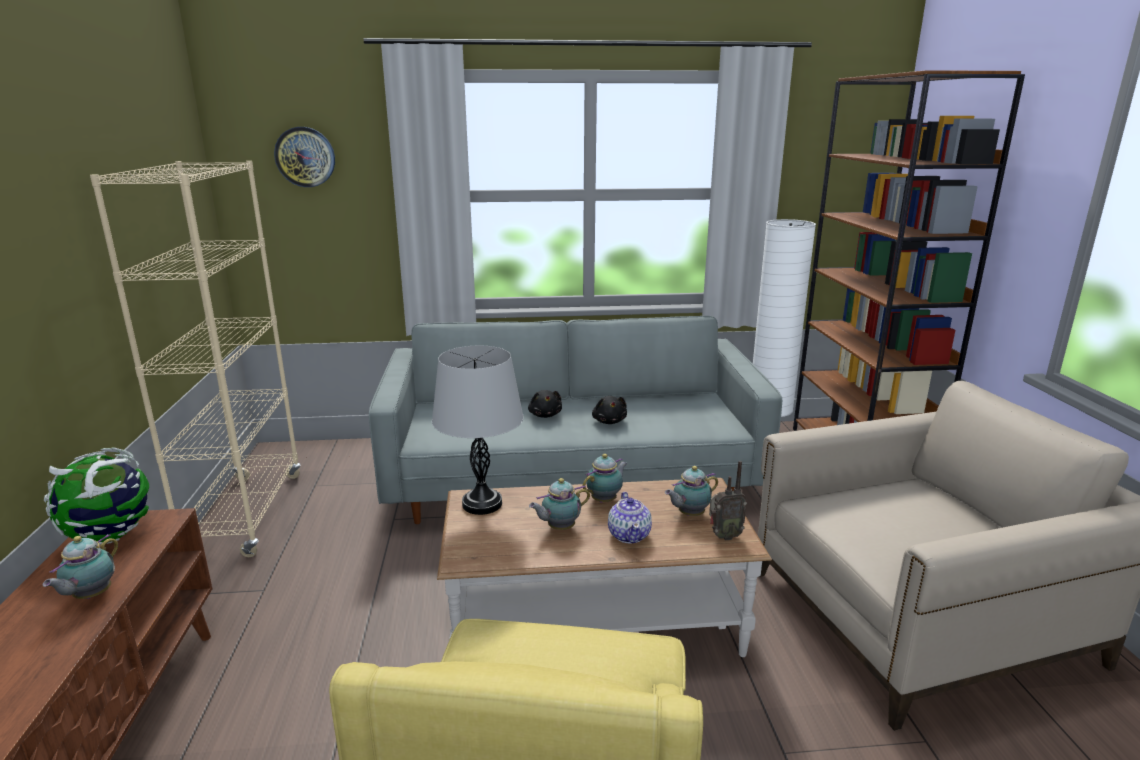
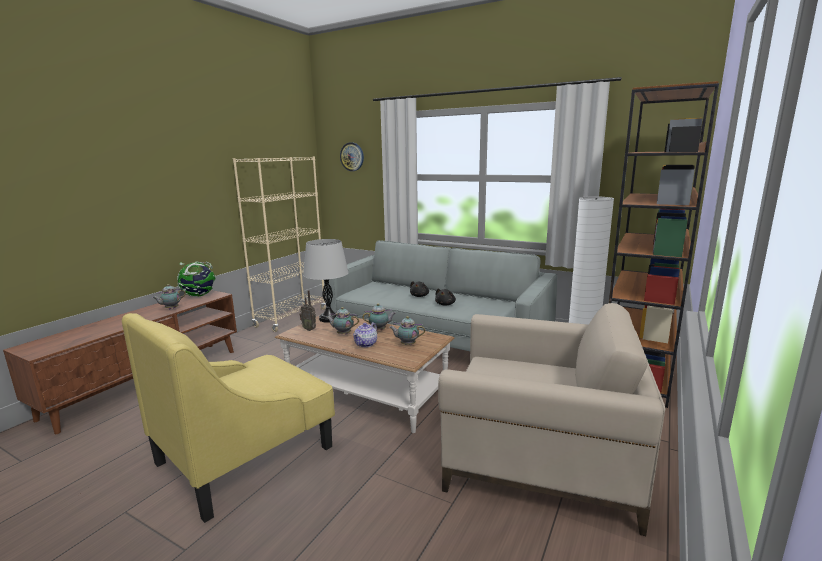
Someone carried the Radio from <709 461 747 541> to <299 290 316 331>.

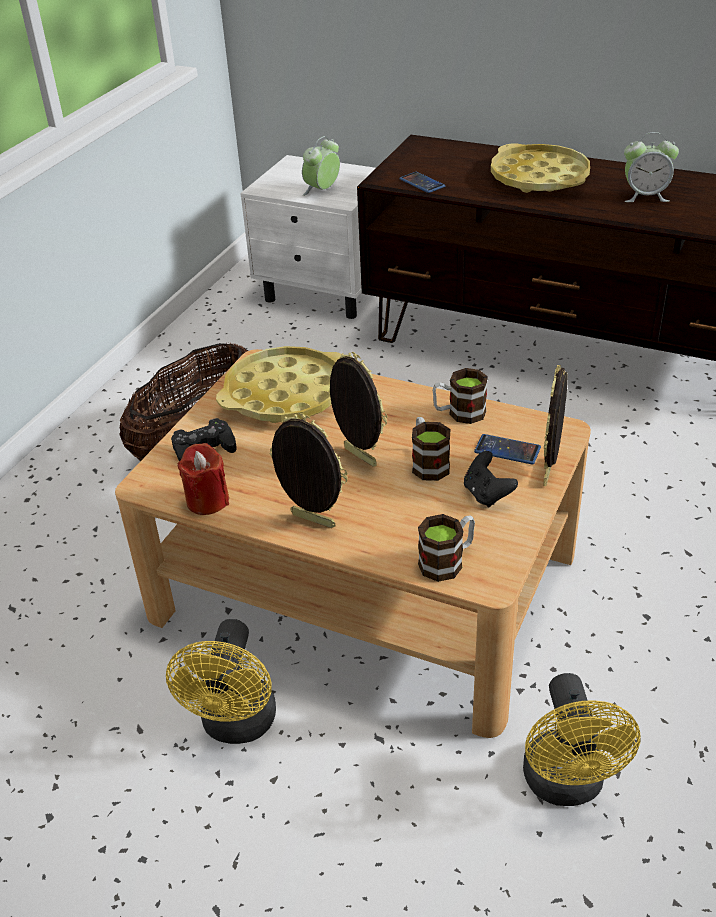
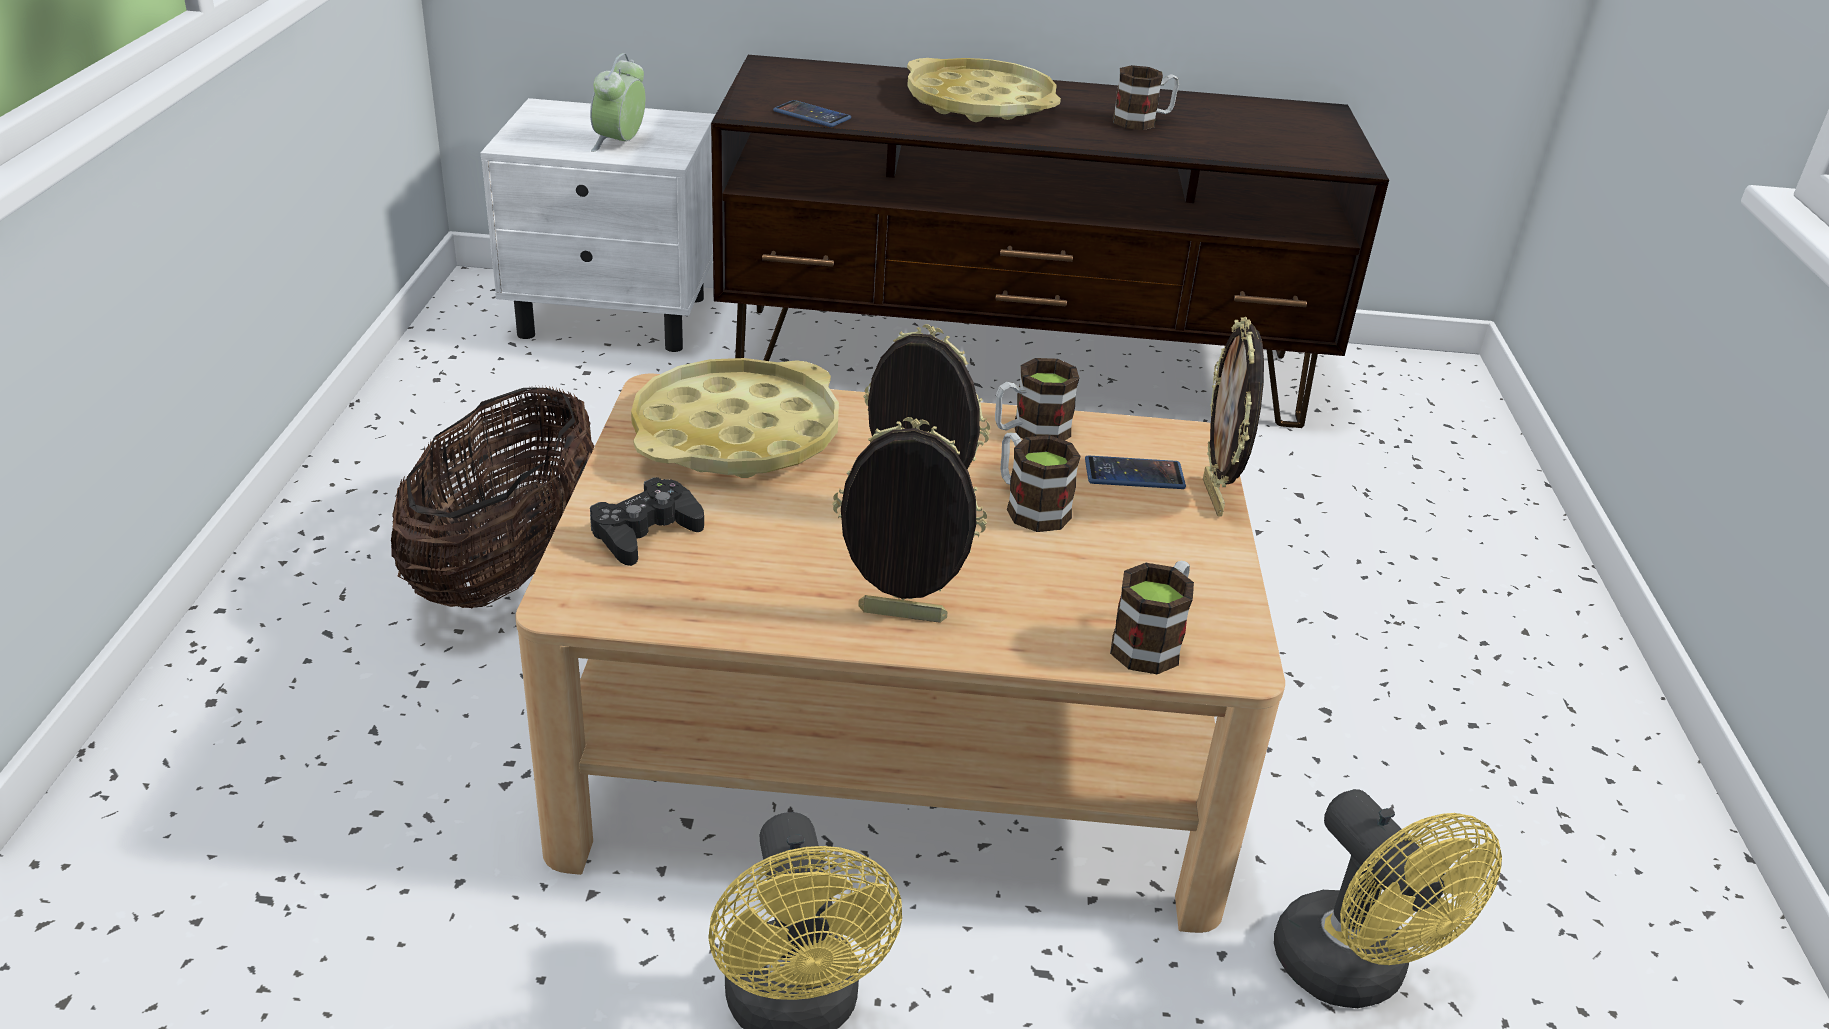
Someone swapped the AlarmClock at <624 132 679 202> for the Mug at <1113 65 1179 130>.
Someone took away the RedCandle at <177 443 229 515>.
Someone took away the BlackGameController at <464 451 518 507>.

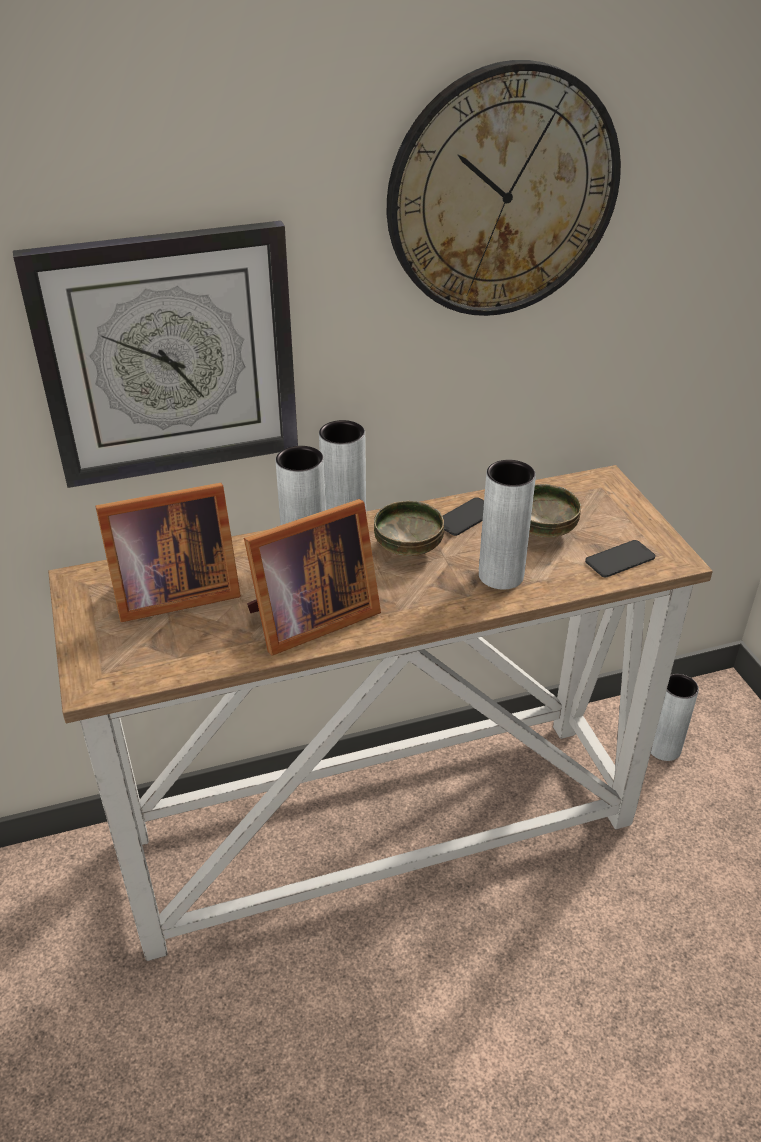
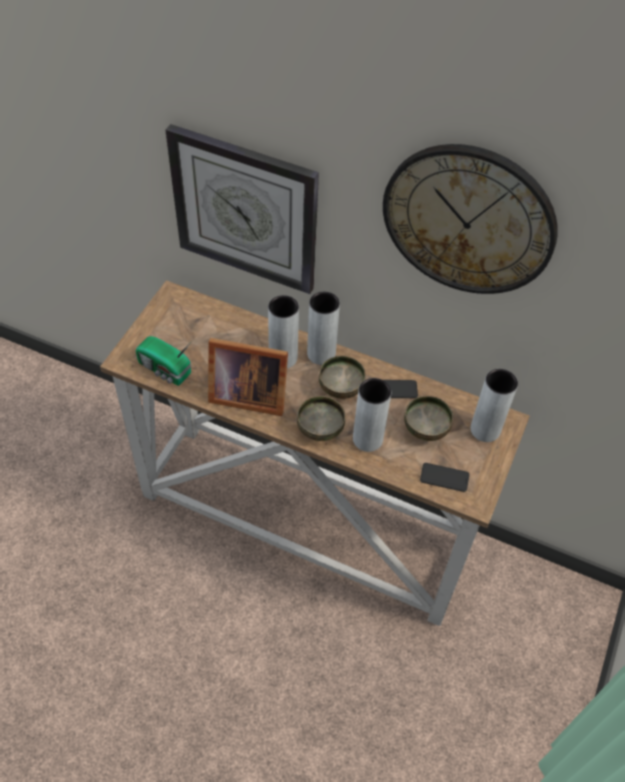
Someone put down the Radio at <136 336 192 386>.
Someone put down the Bowl at <297 396 345 441>.
Someone carried the GreyVase from <651 674 699 761> to <471 369 518 442>.
Someone took away the PictureFrame at <95 483 241 622>.

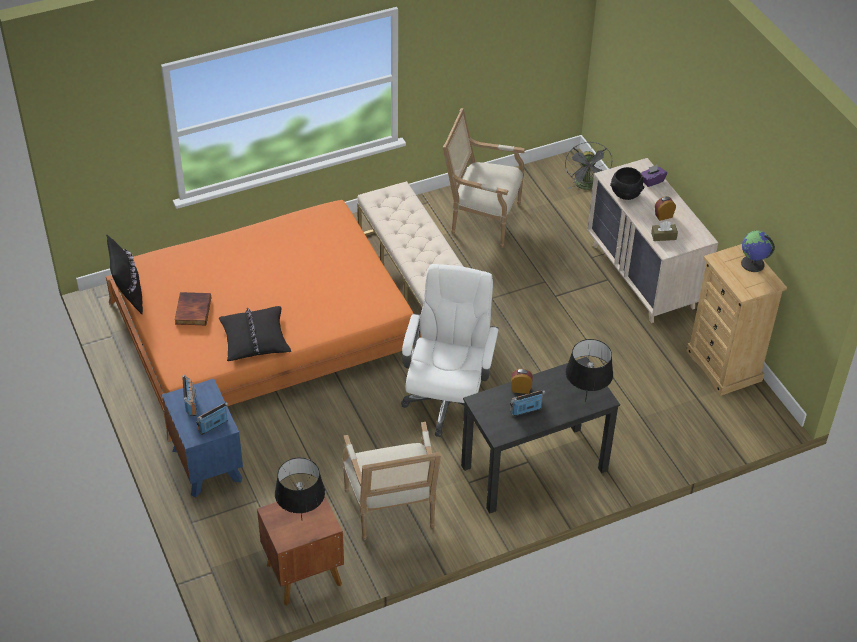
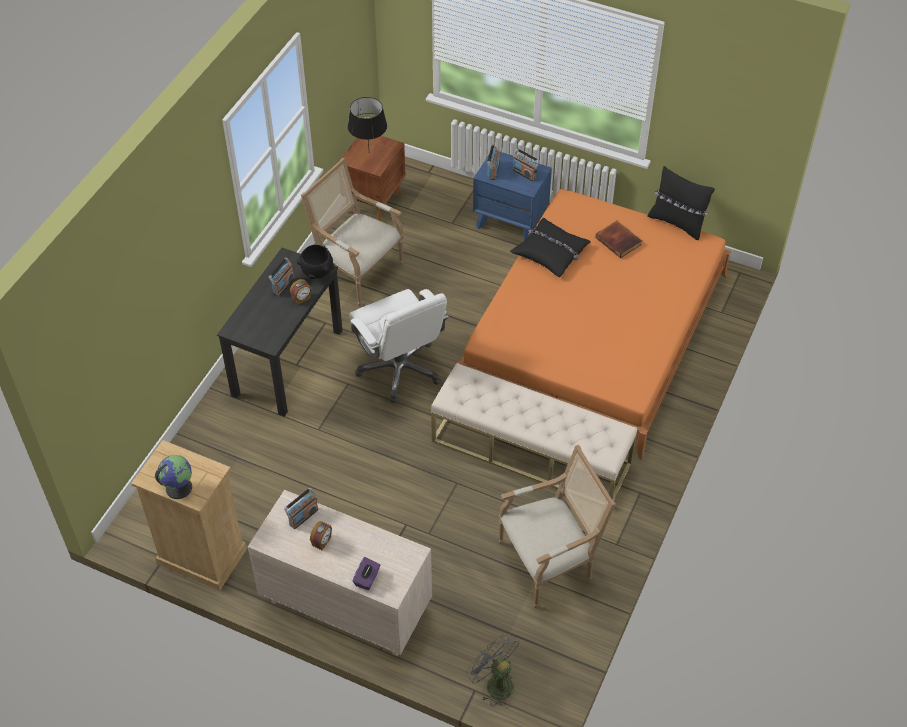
Someone swapped the BrownTissueBox at <651 221 678 241> for the Radio at <284 488 318 529>.
Someone carried the BlackBowl from <610 167 645 200> to <297 245 334 279>.
Someone took away the BlackTableLamp at <566 339 613 402>.

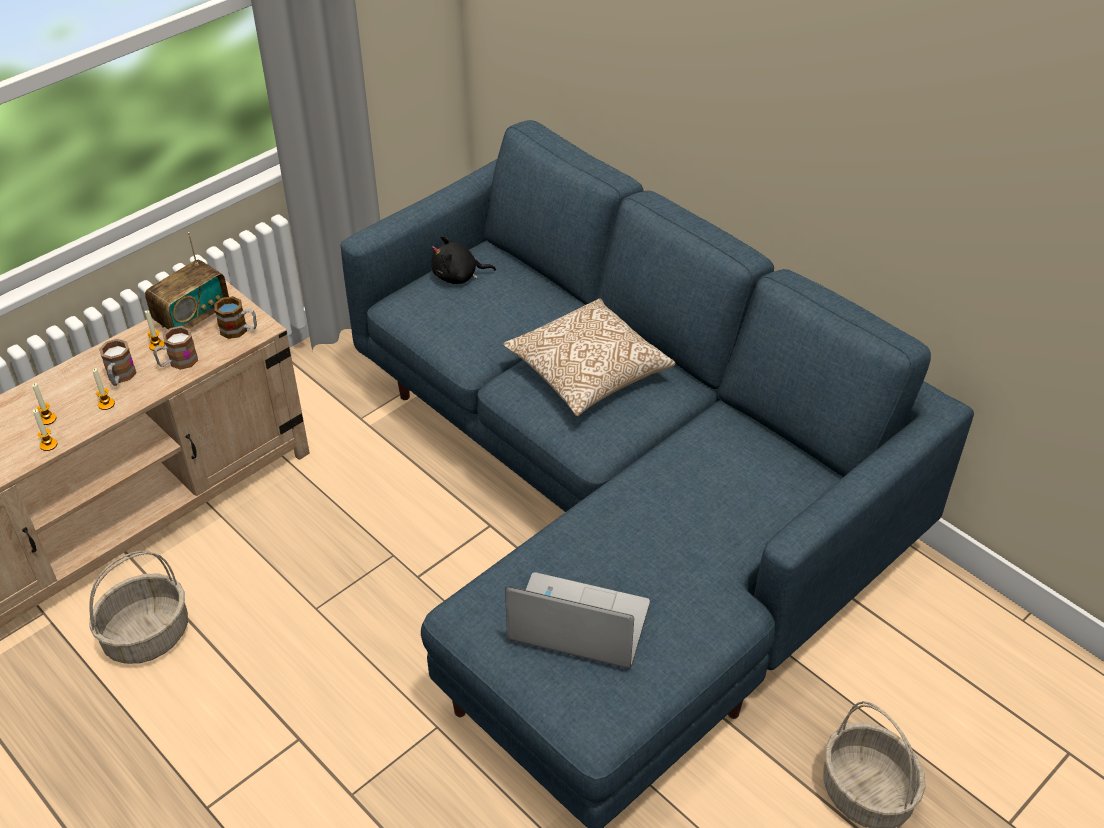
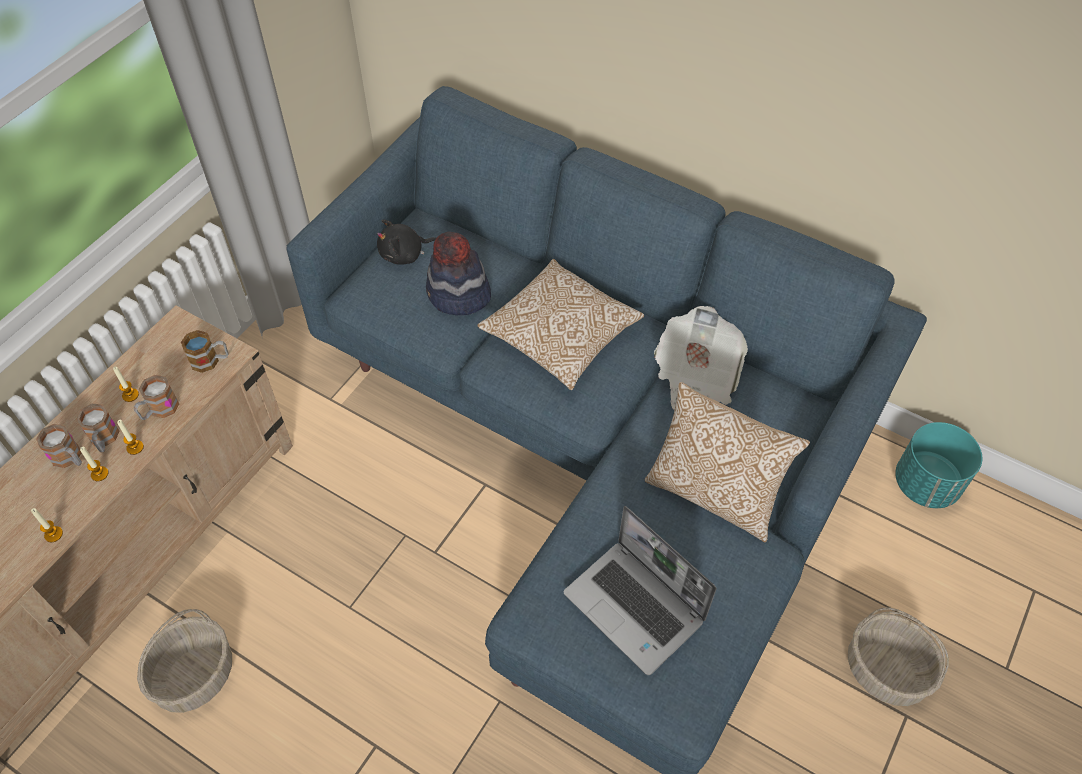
Someone put down the Mug at <36 424 82 468>.
Someone carried the Candle from <32 383 56 425> to <117 420 144 455>.
Someone put down the Hat at <426 231 491 315>.
Someone rotated the Laptop at <505 572 650 669> by 135 degrees counterclockwise.
Someone put down the Pillow at <645 382 810 542>.
Someone put down the Newspaper at <654 306 748 410>.
Someone put down the TurquoisePlanter at <895 422 982 508>.
Someone took away the Radio at <145 232 229 329>.

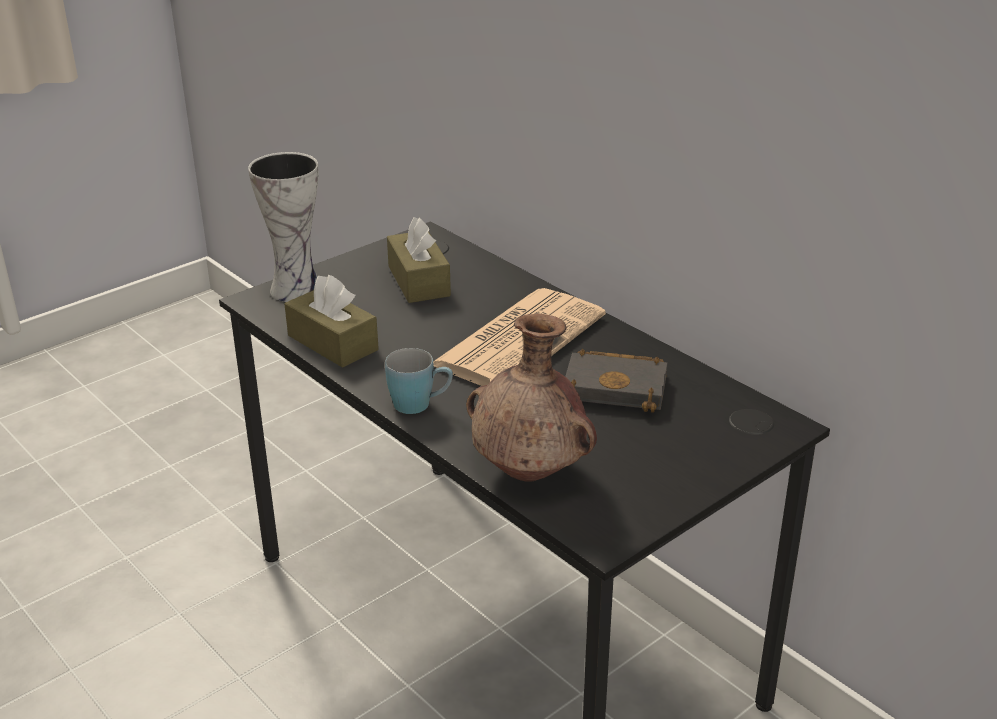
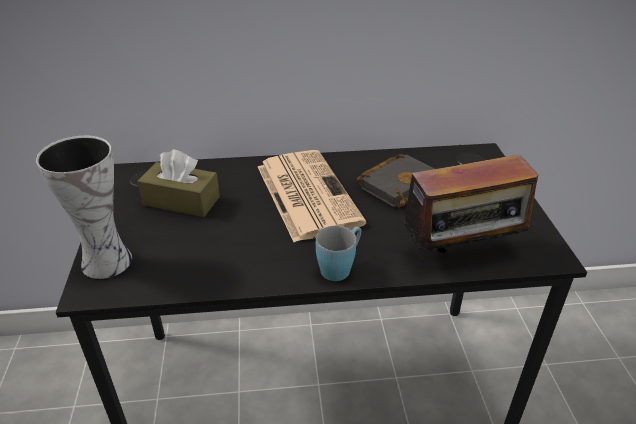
Someone swapped the BrownVase at <466 313 597 482> for the Radio at <396 154 538 260>.
Someone took away the BrownTissueBox at <285 275 379 368>.

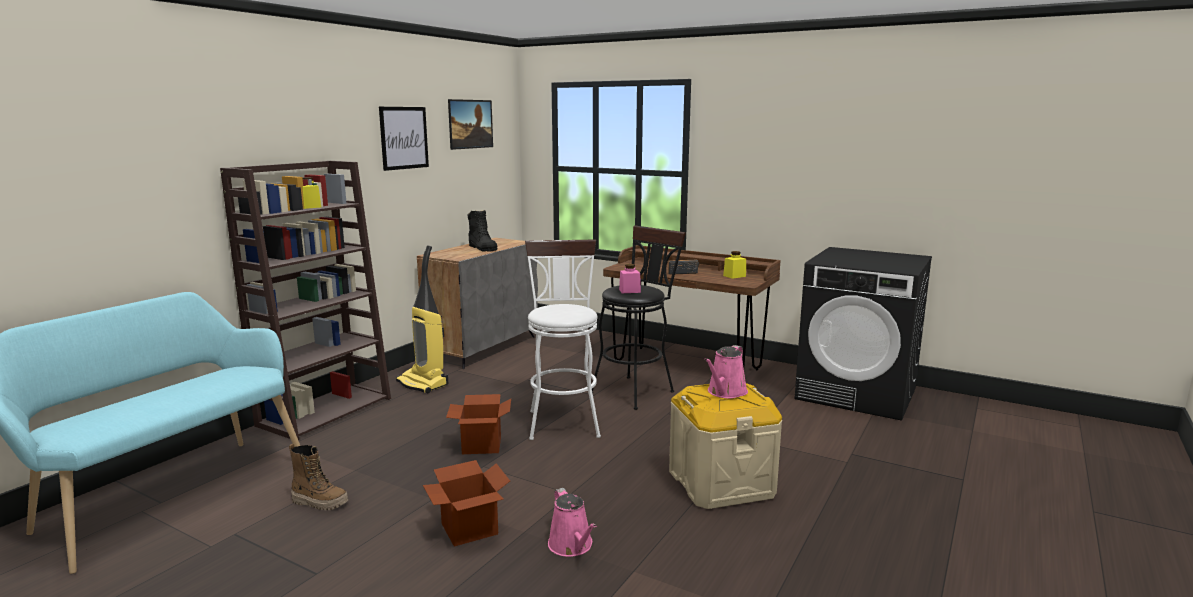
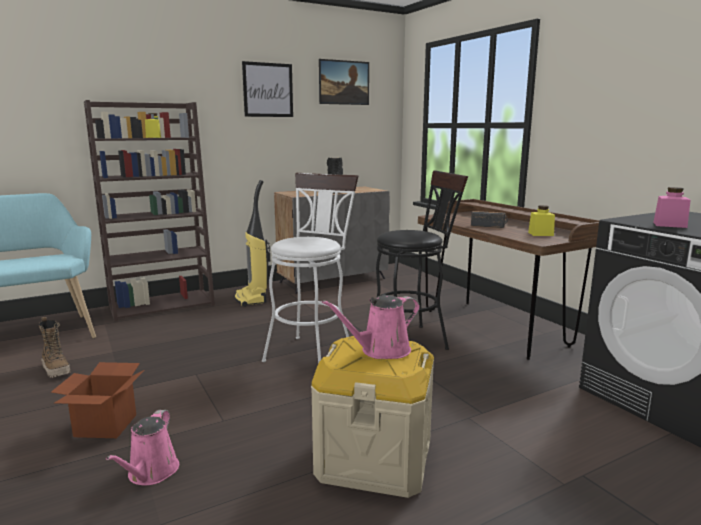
Someone carried the PinkJar from <619 264 641 293> to <653 187 691 228>.
Someone took away the CardboardBox at <446 394 511 454>.

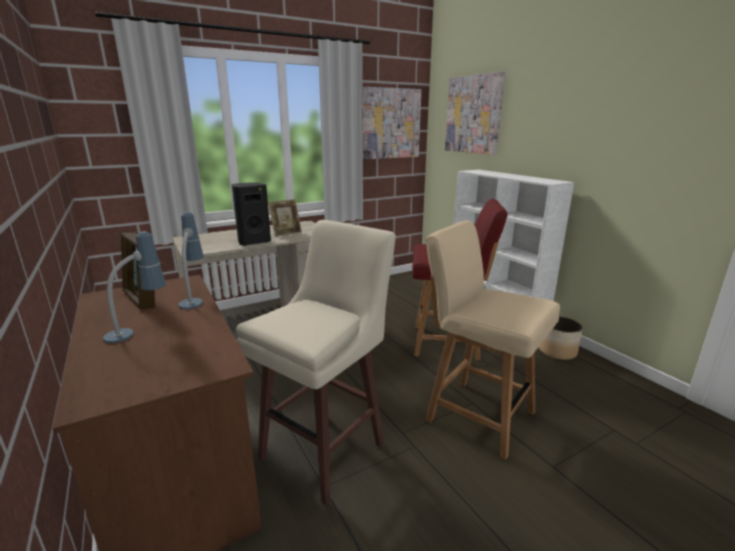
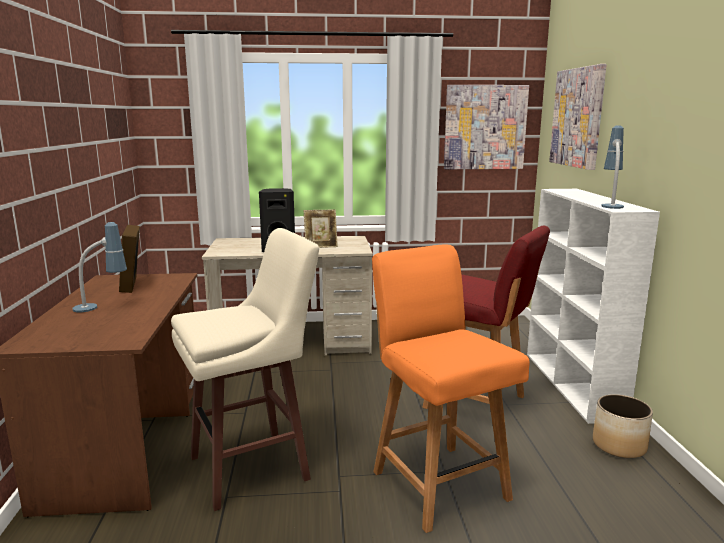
Someone repainted the BeigeChair at <426 220 560 460>, which became the OrangeChair at <372 245 530 533>.
Someone carried the TableLamp from <179 212 204 309> to <601 125 624 209>.

